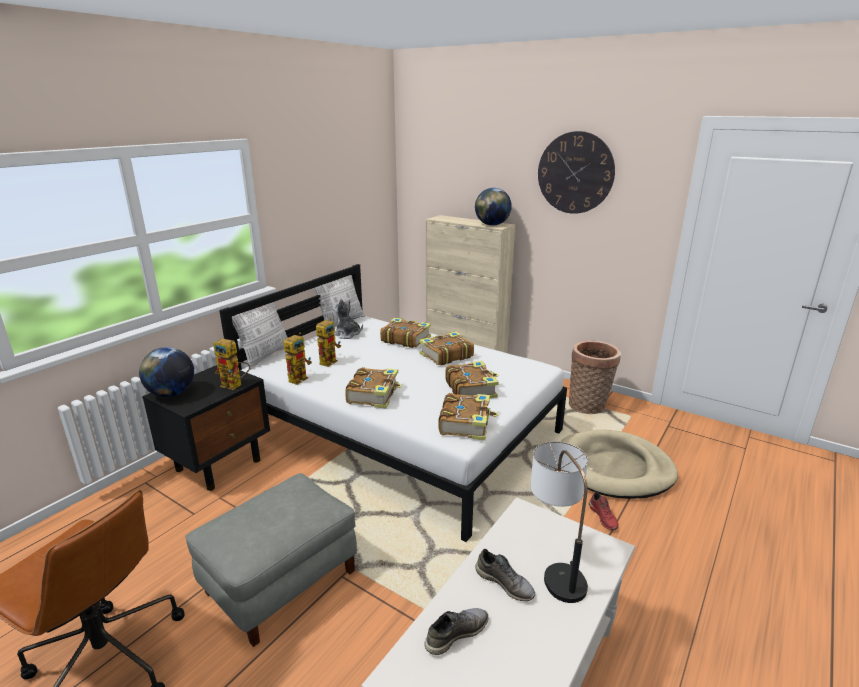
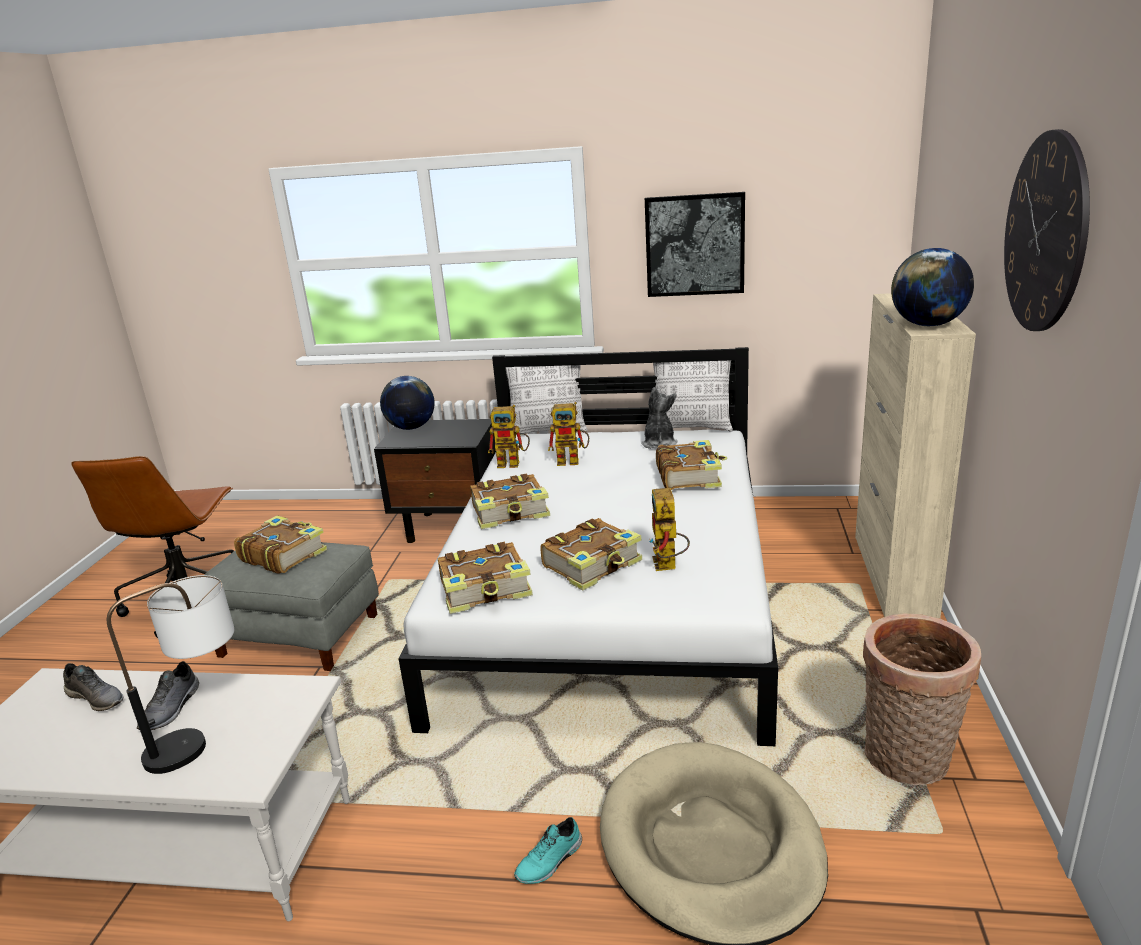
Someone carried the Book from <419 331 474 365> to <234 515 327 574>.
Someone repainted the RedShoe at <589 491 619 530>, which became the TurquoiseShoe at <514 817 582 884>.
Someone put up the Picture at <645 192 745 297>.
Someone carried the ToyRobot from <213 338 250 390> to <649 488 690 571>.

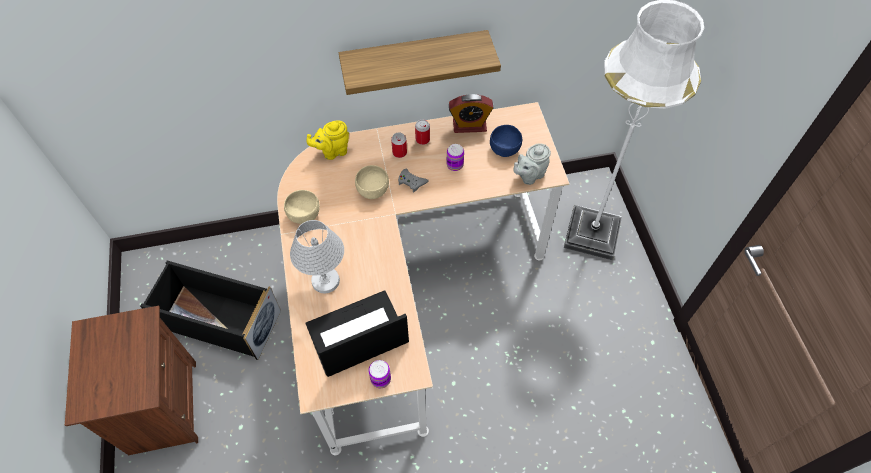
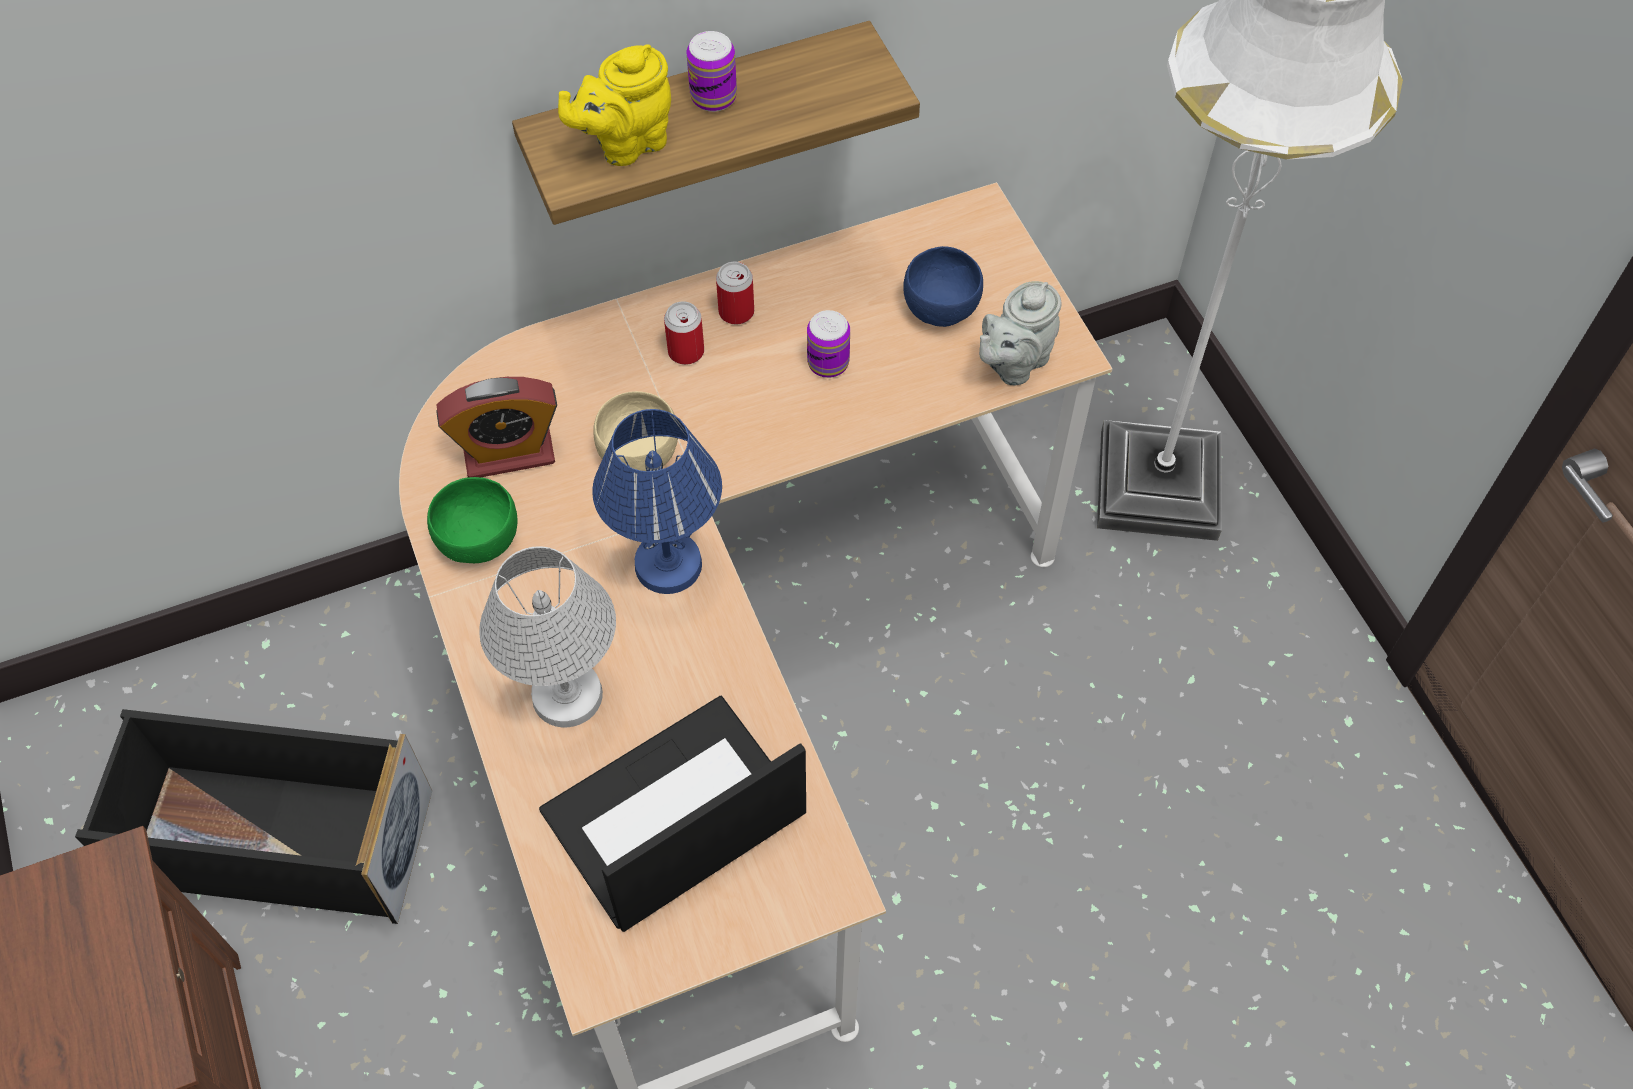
Someone repainted the BeigeBowl at <284 190 320 224>, which became the GreenBowl at <427 477 518 563>.
Someone carried the AlarmClock from <449 94 493 133> to <436 377 557 477>.
Someone carried the YellowTeapot from <306 120 349 160> to <558 44 671 166>.
Someone put down the BlueTableLamp at <592 409 722 594>.
Someone carried the Can from <369 360 391 388> to <687 31 737 112>.
Someone took away the GreyGameController at <398 169 429 193>.

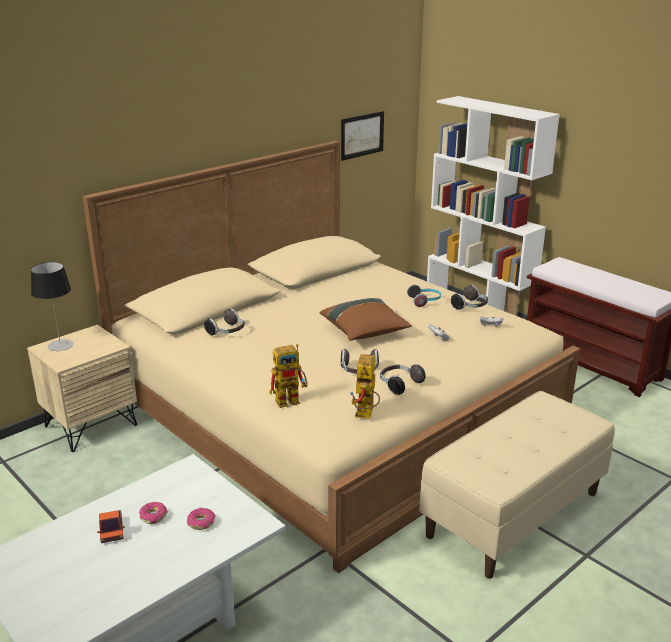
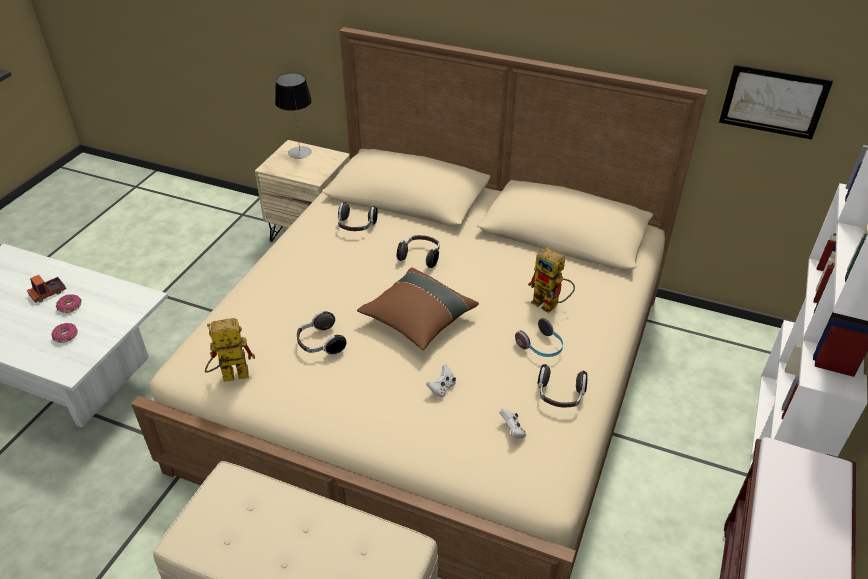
Someone carried the Headphones from <380 364 426 395> to <397 235 440 268>.
Someone carried the ToyRobot from <269 344 308 408> to <528 247 575 313>.

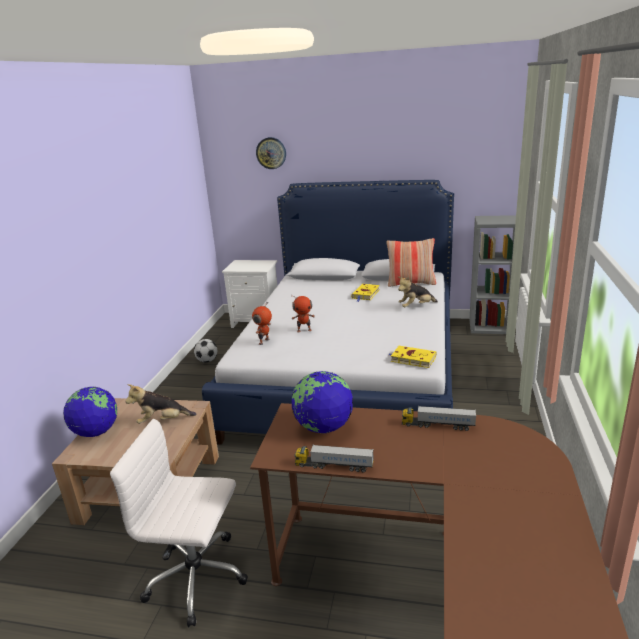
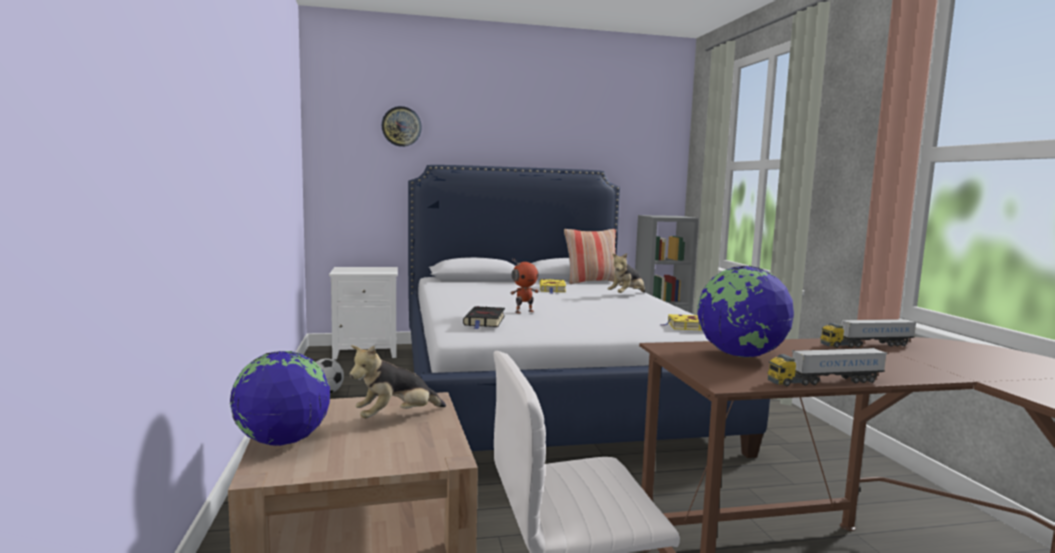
Someone swapped the ToyRobot at <252 303 272 345> for the BlackBook at <463 306 505 329>.

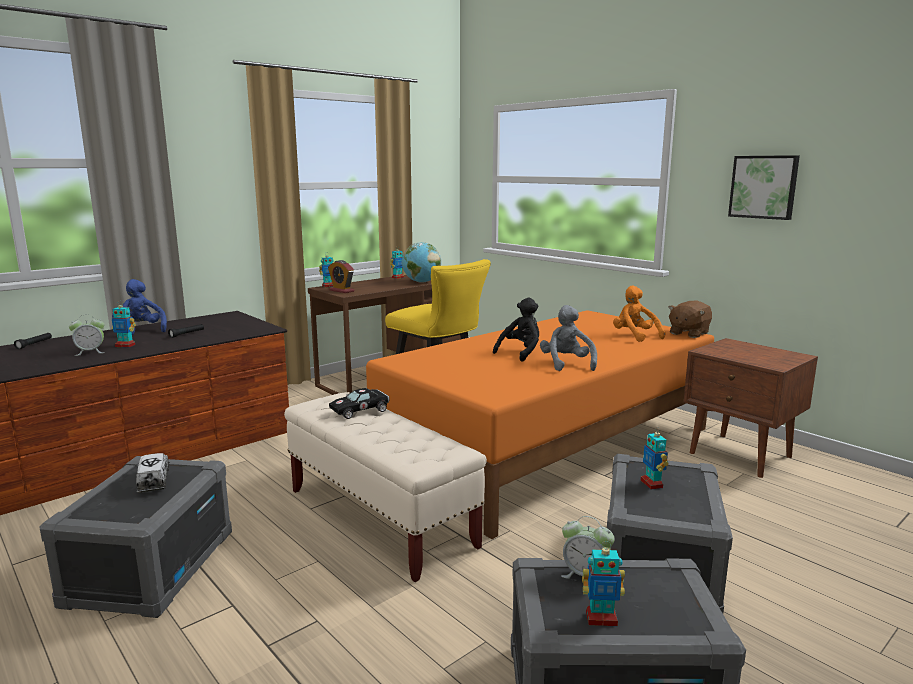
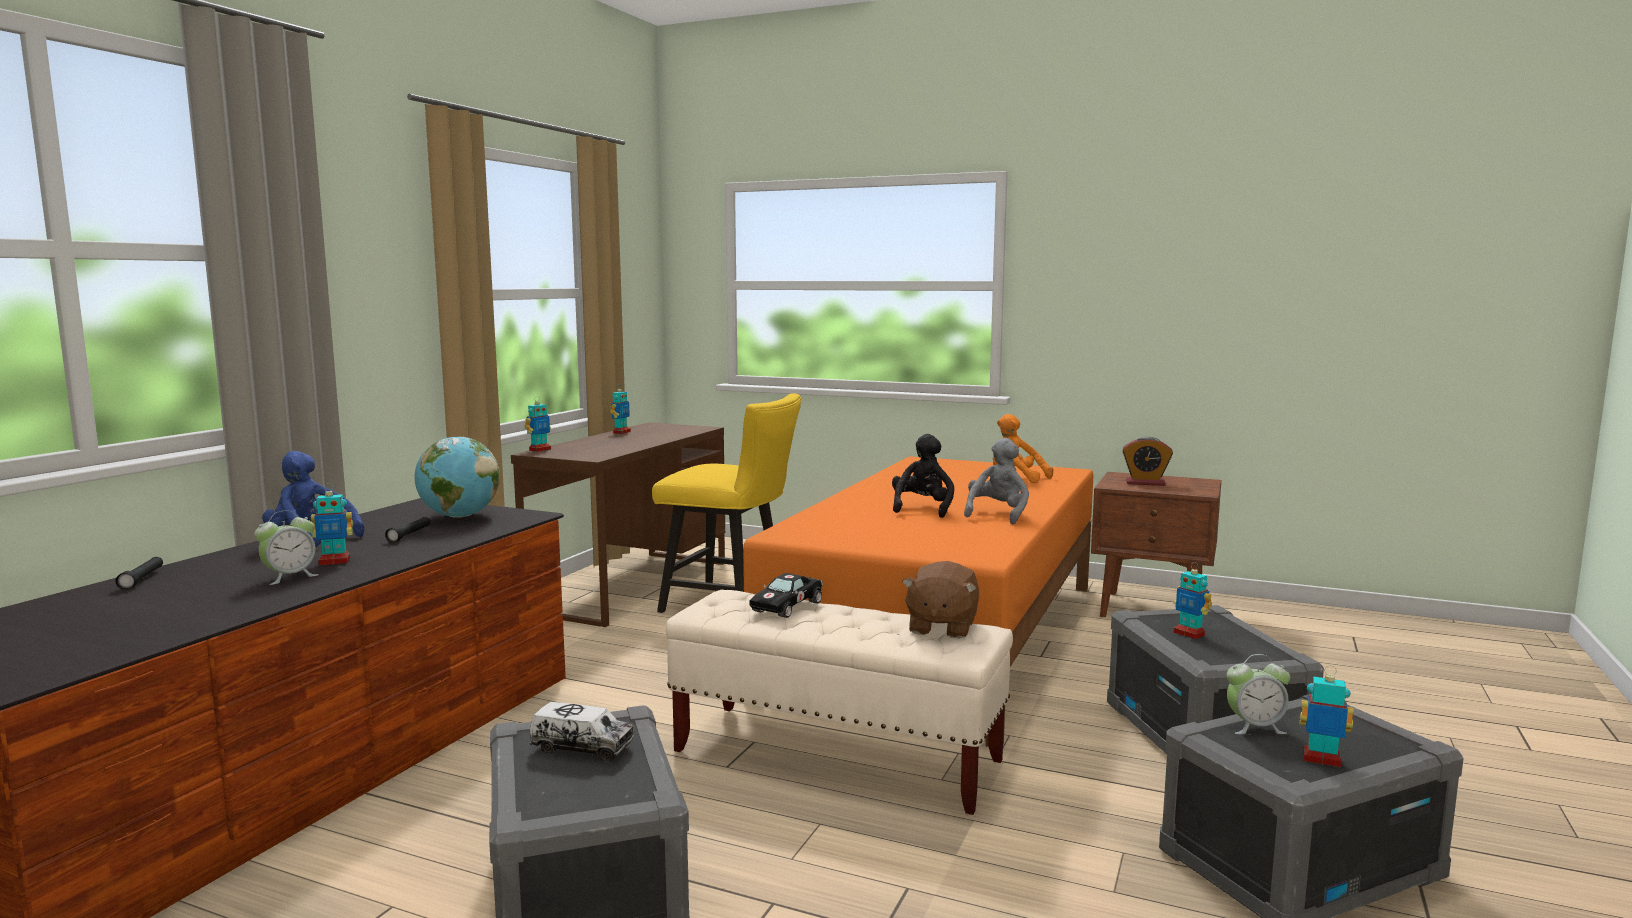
Someone carried the Globe from <402 242 441 283> to <415 437 500 518>.
Someone rotated the ToyTruck at <136 453 169 493> by 150 degrees clockwise.
Someone carried the BrownPlushToy from <668 301 712 338> to <902 561 979 639>.
Someone rotated the GreyPlushToy at <540 305 597 371> by 60 degrees clockwise.
Someone carried the AlarmClock from <328 260 354 293> to <1122 436 1173 486>.
Someone rotated the ToyRobot at <582 541 625 626> by 135 degrees counterclockwise.
Someone took away the Picture at <728 155 800 220>.

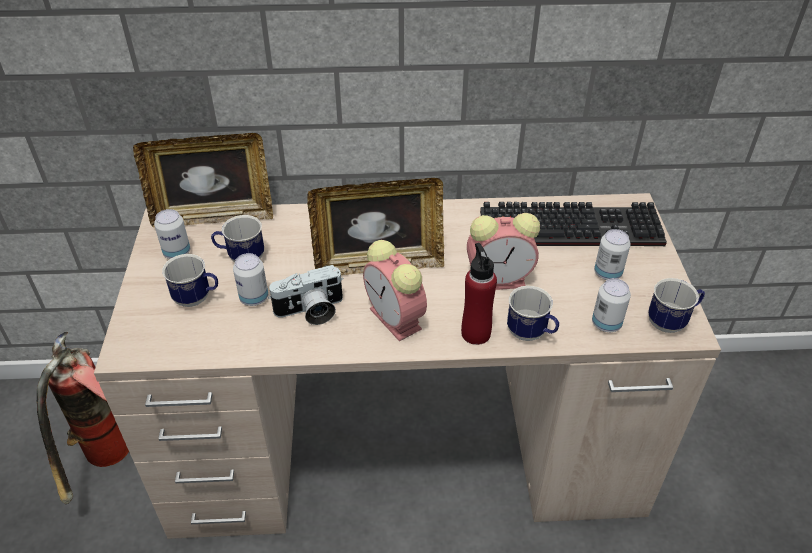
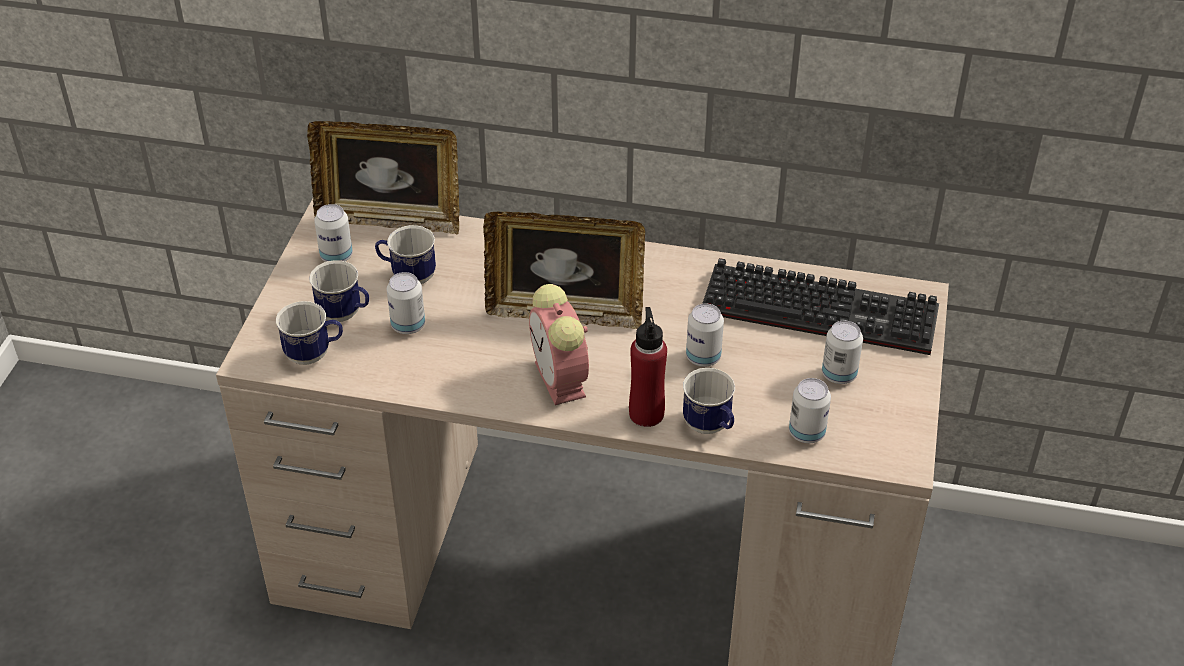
Someone carried the Mug from <648 278 705 333> to <276 301 343 365>.
Someone swapped the AlarmClock at <467 213 540 290> for the Can at <686 304 724 367>.
Someone took away the FireExtinguisher at <37 332 129 504>.
Someone took away the PhotoCamera at <268 265 344 325>.

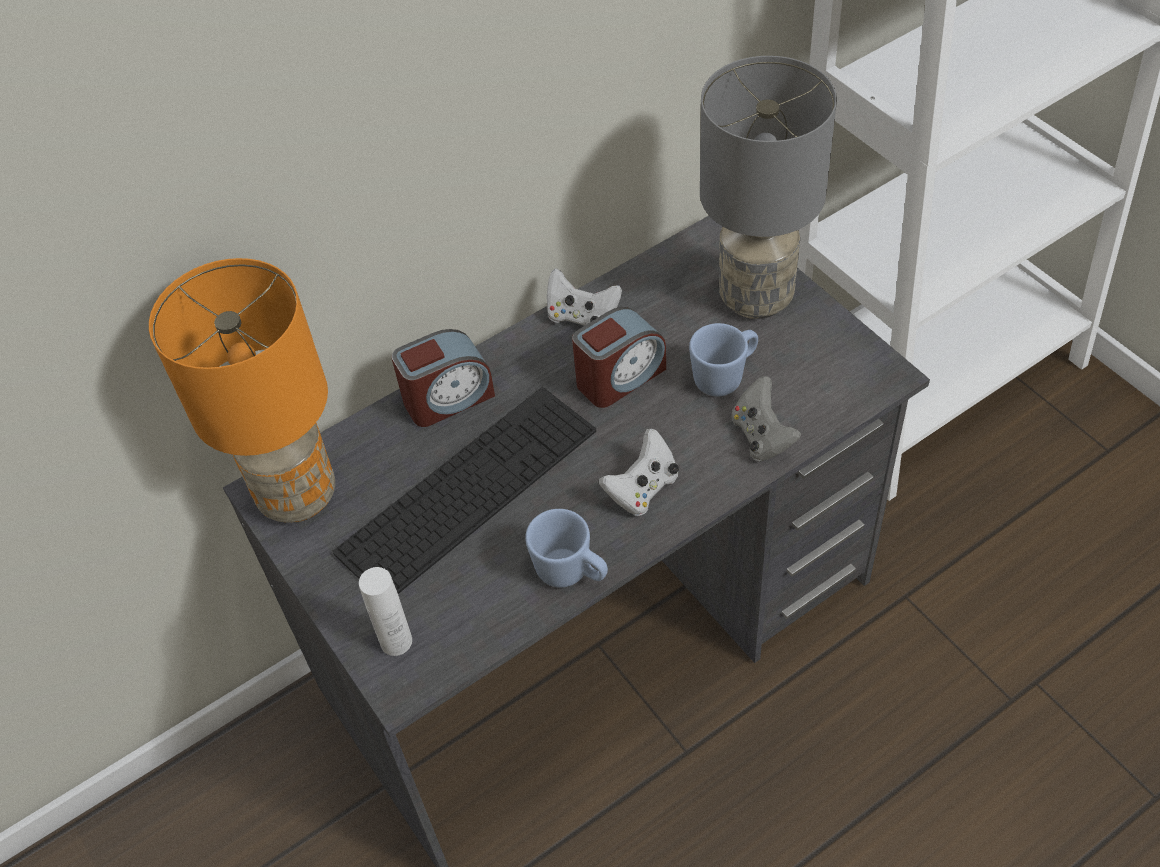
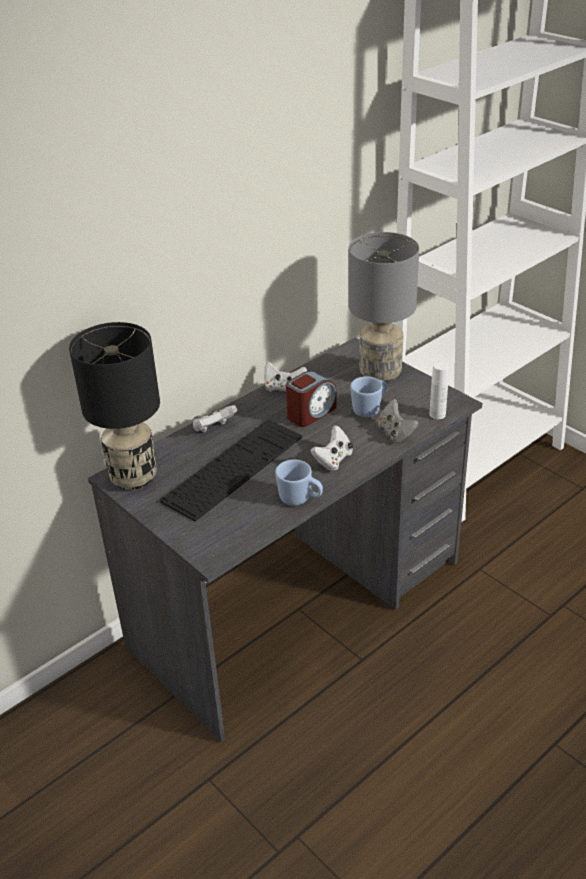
Someone repainted the OrangeTableLamp at <149 258 335 523>, which became the BlackTableLamp at <69 322 160 490>.
Someone swapped the AlarmClock at <392 329 495 427> for the WhiteGameController at <193 405 237 433>.
Someone carried the WhiteBottle from <359 567 412 656> to <430 361 449 419>.

